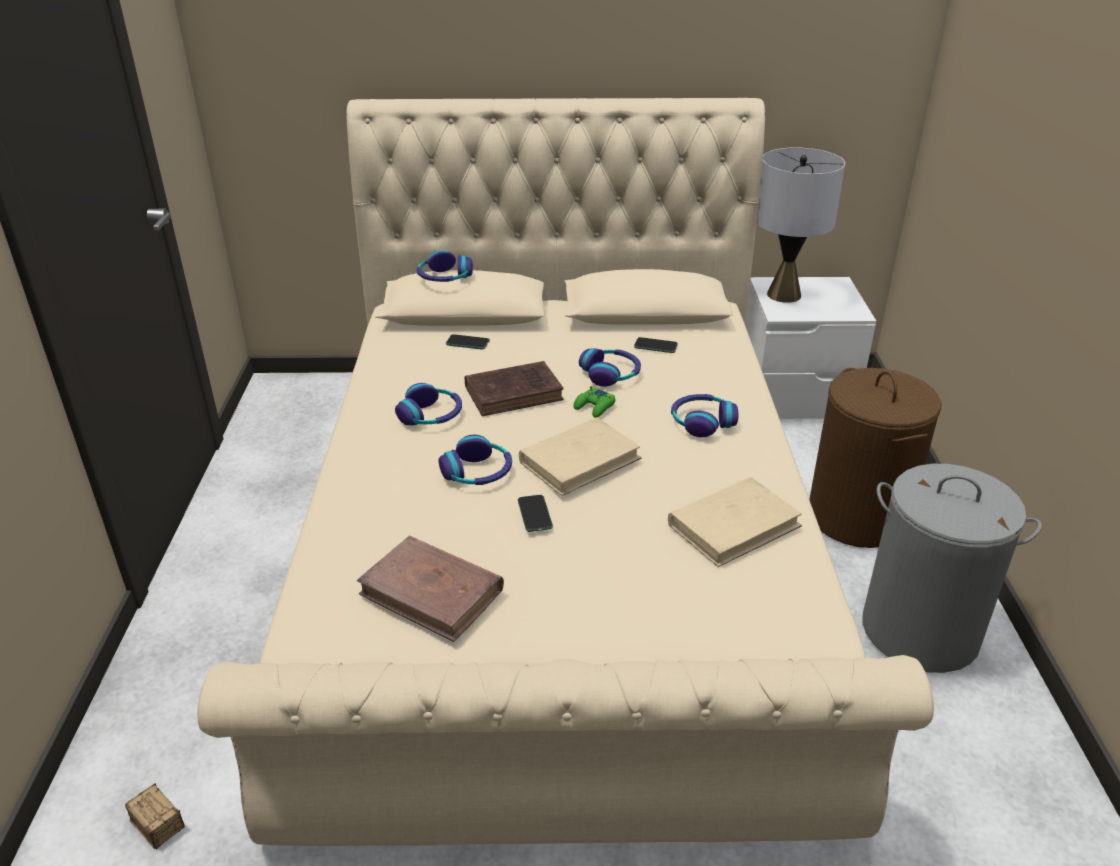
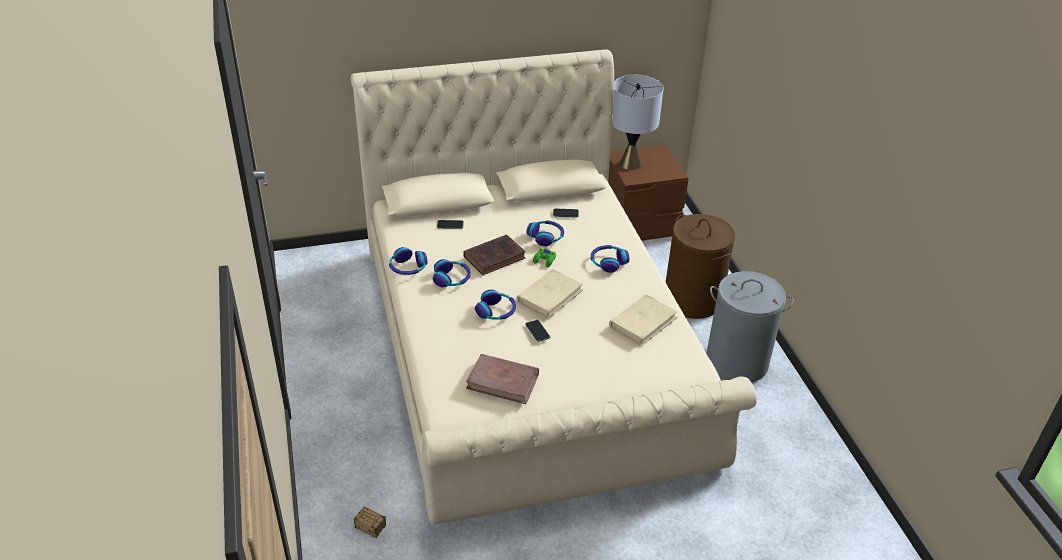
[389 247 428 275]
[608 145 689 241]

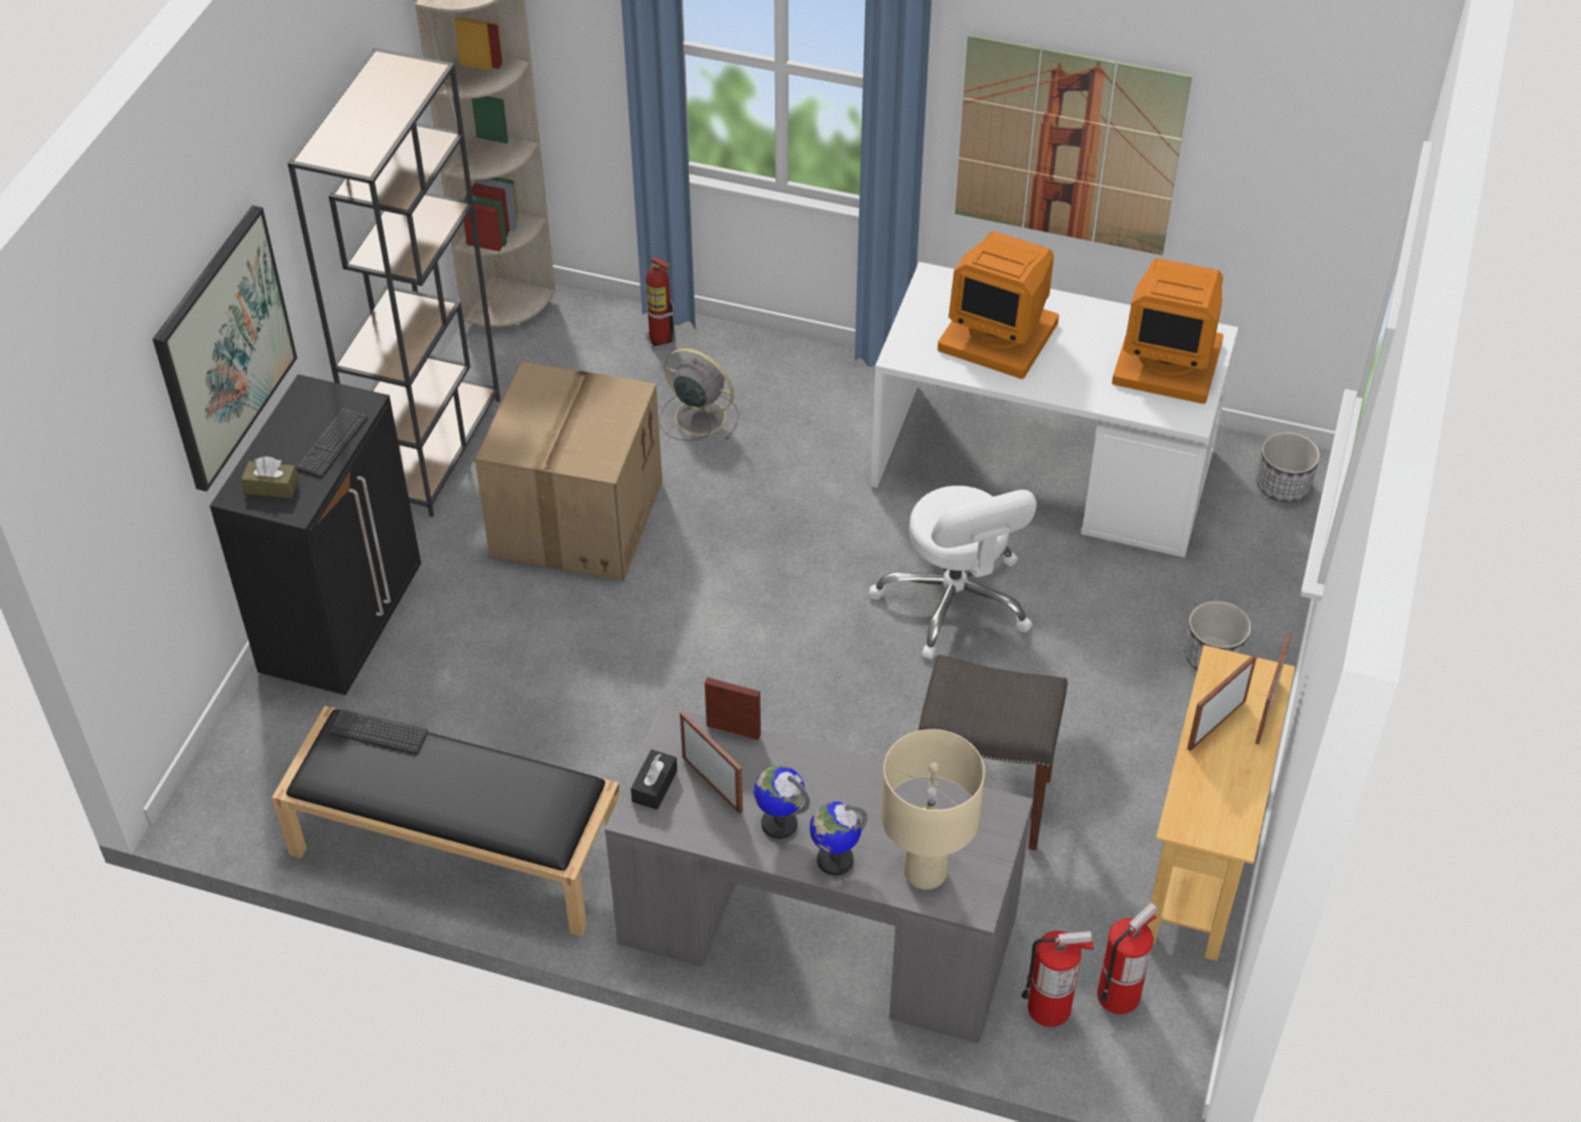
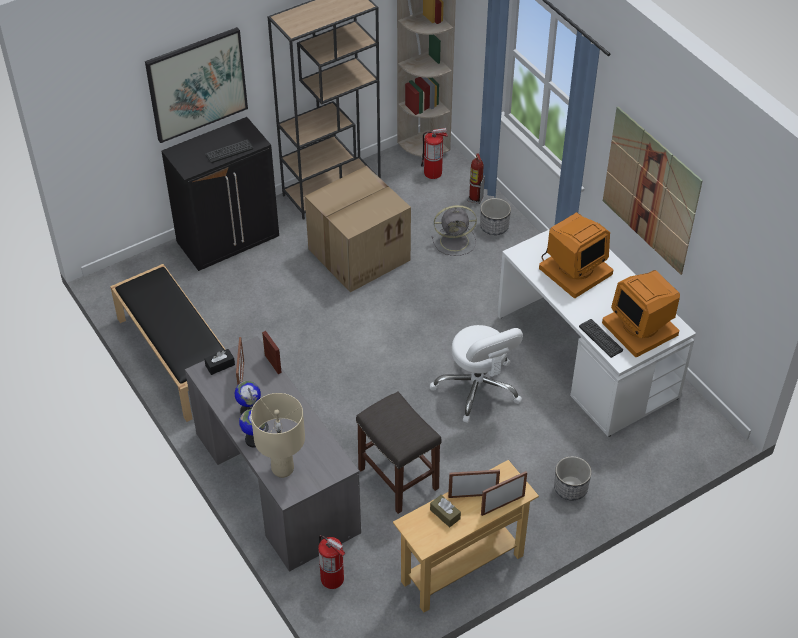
[430 495 461 527]
[579 319 623 358]
[432 205 477 256]
[430 325 523 423]
[539 212 613 298]
[421 128 448 179]
[480 198 511 235]

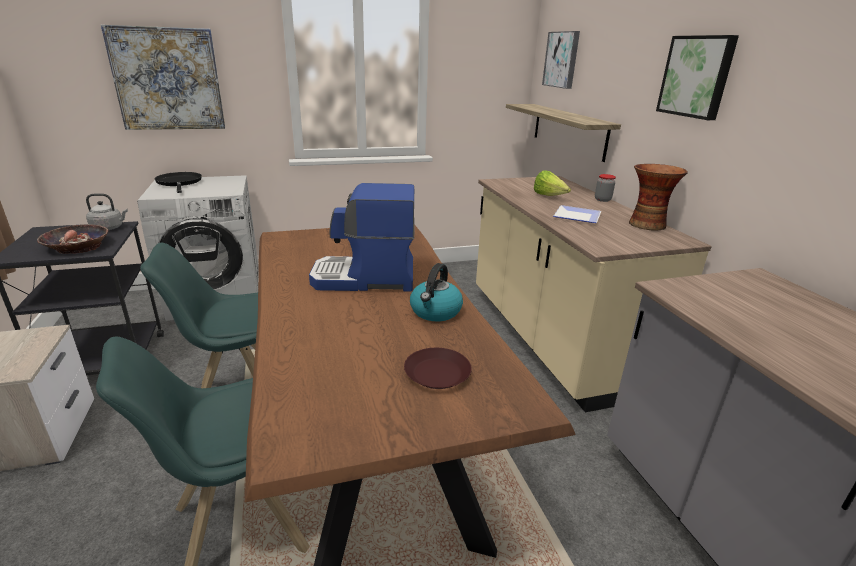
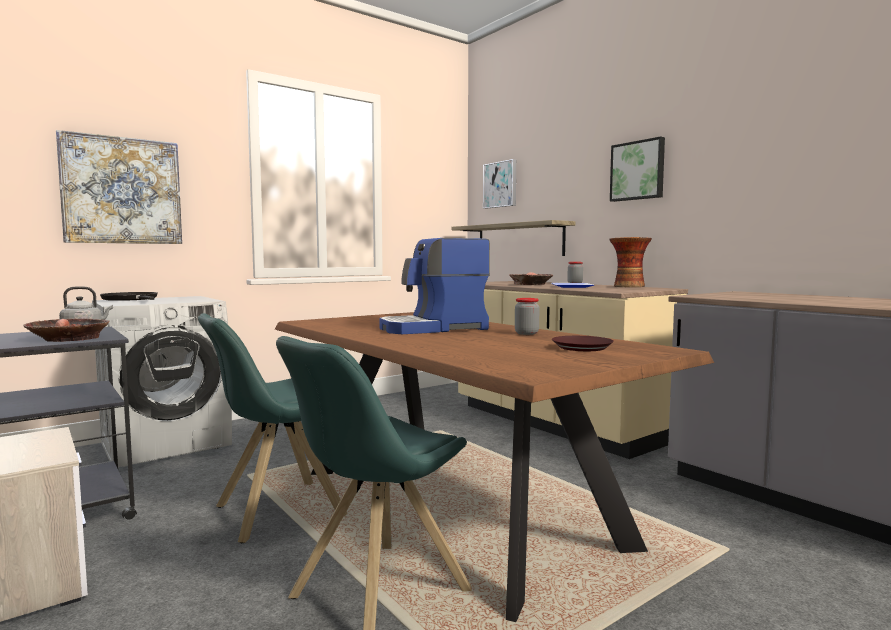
[515 298 540 335]
[509 272 553 285]

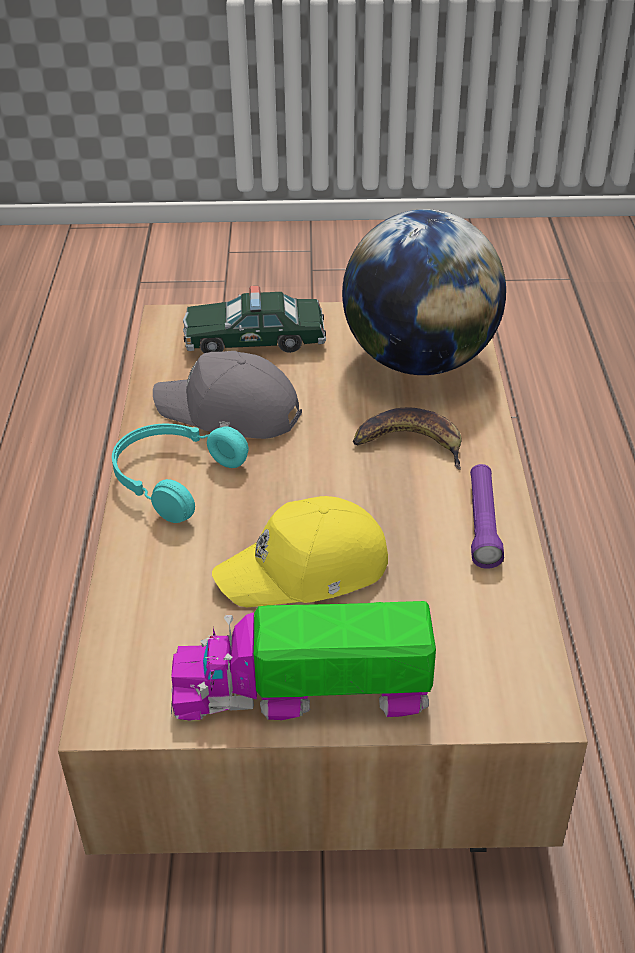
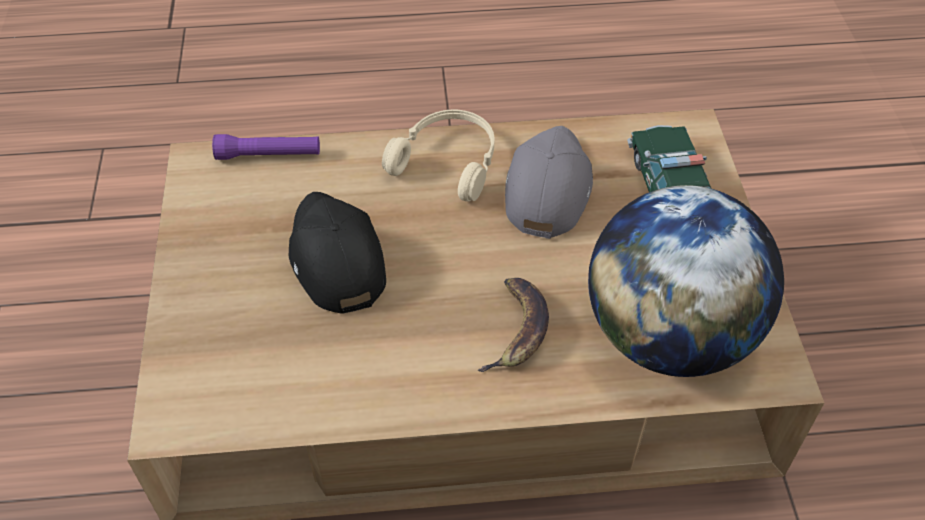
[382 109 494 202]
[171 601 436 721] (first image)
[288 192 386 314]
[212 134 320 160]

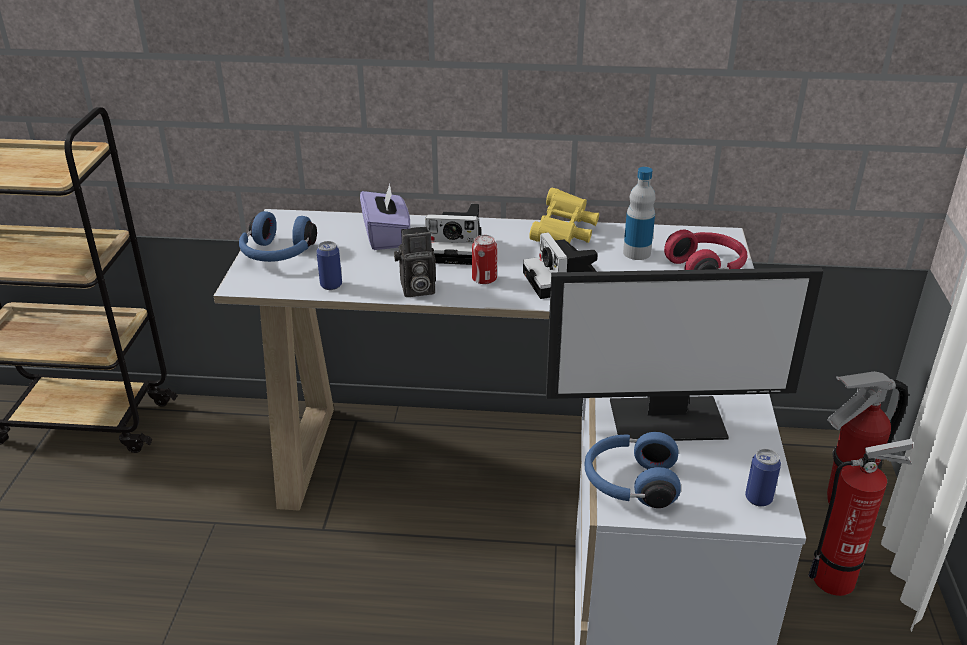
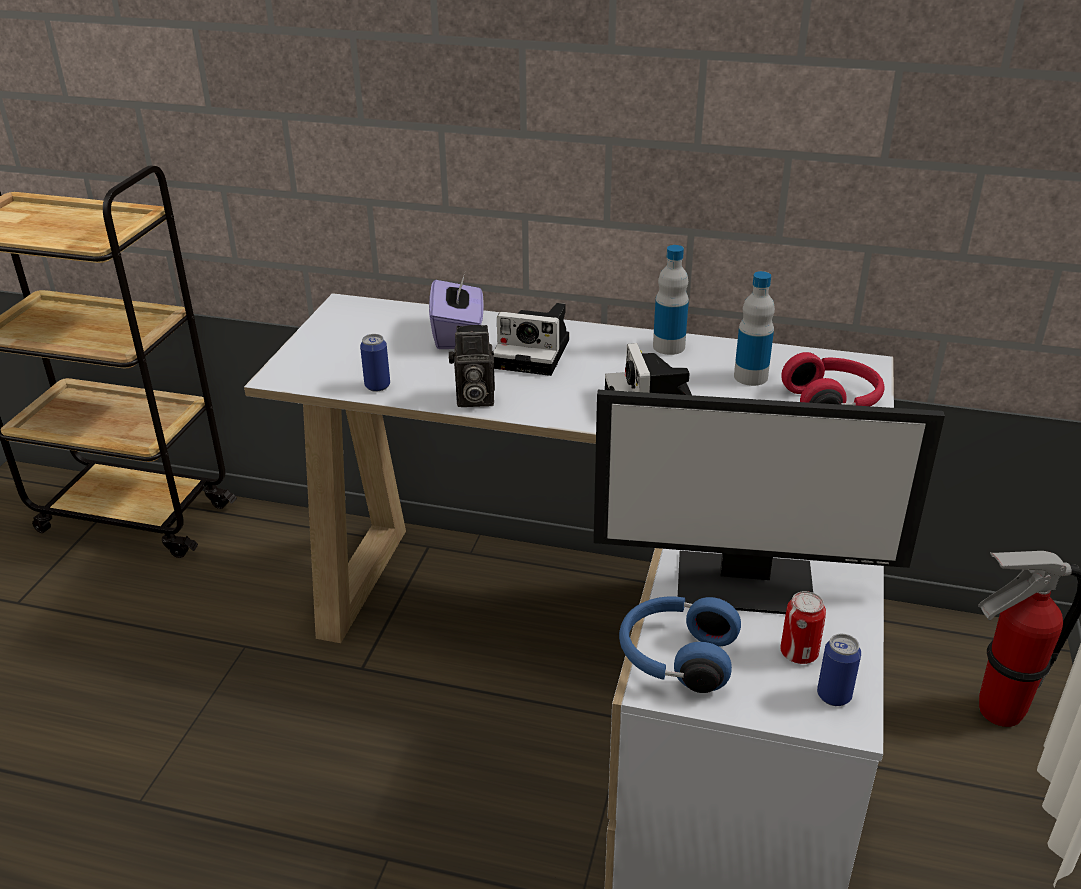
[239 211 317 262] (first image)
[780 591 826 664]
[653 245 689 355]
[808 439 914 596] (first image)

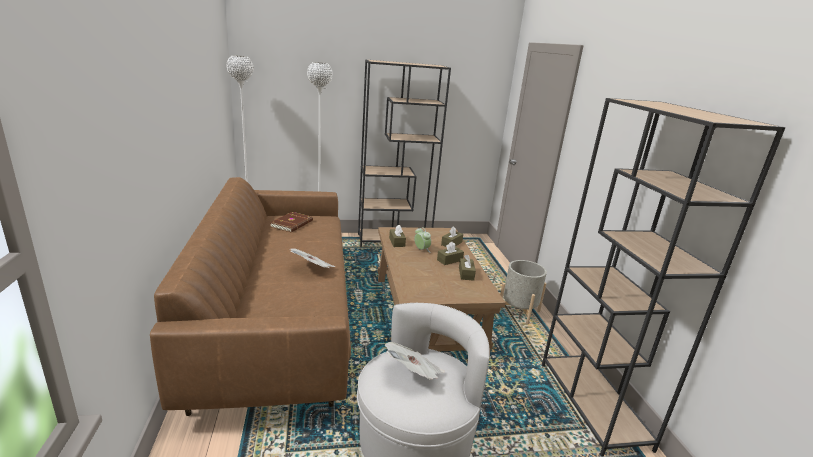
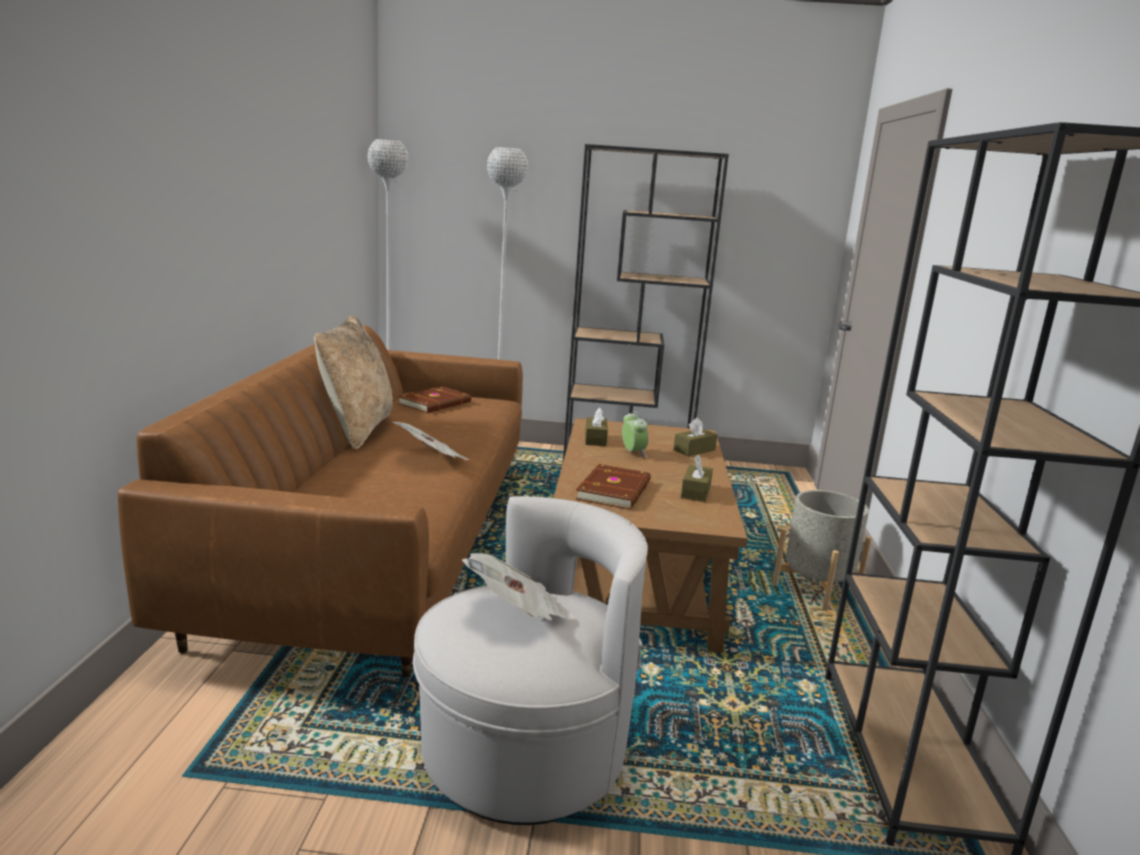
[437 242 464 265] (first image)
[314 315 393 449]
[576 464 651 510]

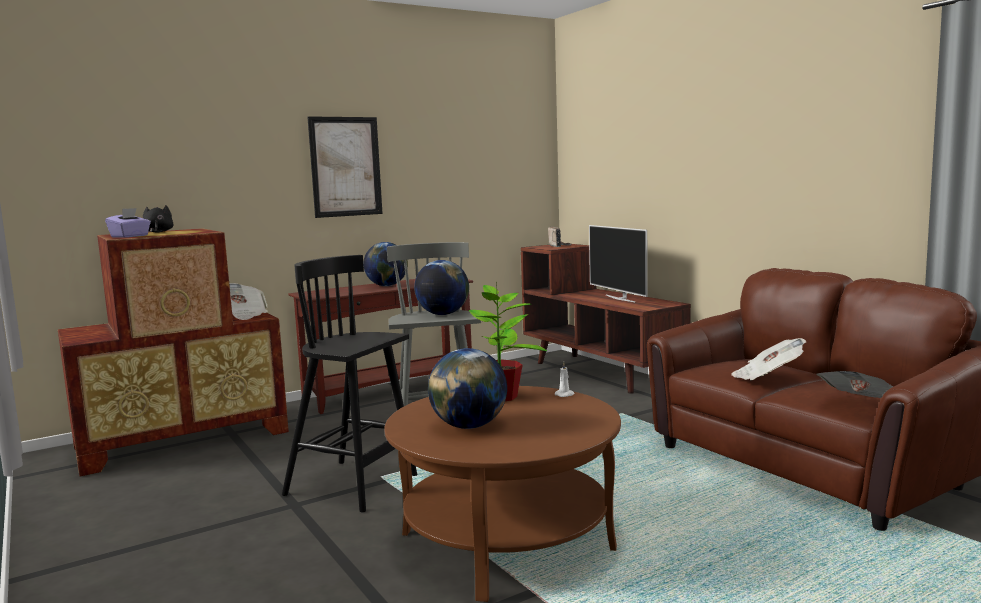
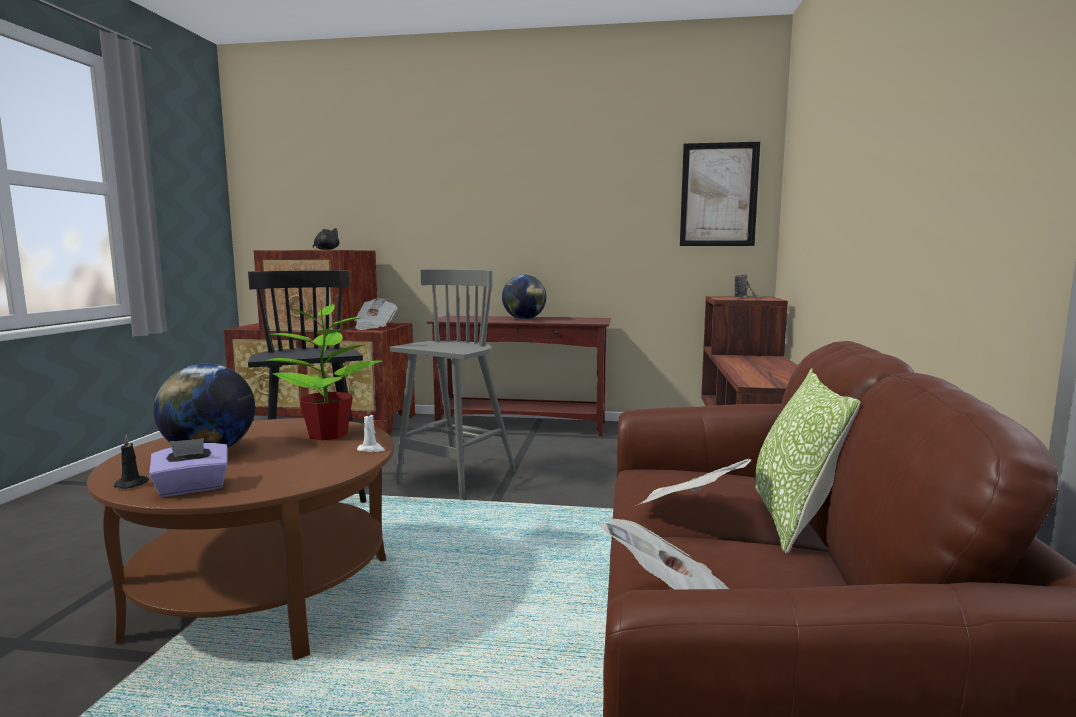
[149 438 228 497]
[680 142 760 246]
[414 260 469 315] (first image)
[589 225 648 302] (first image)
[114 435 149 489]
[755 368 860 554]

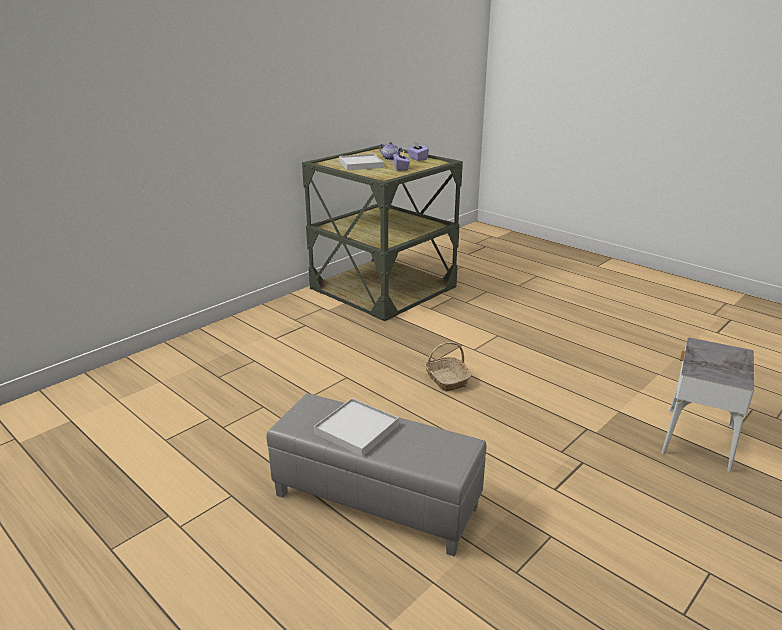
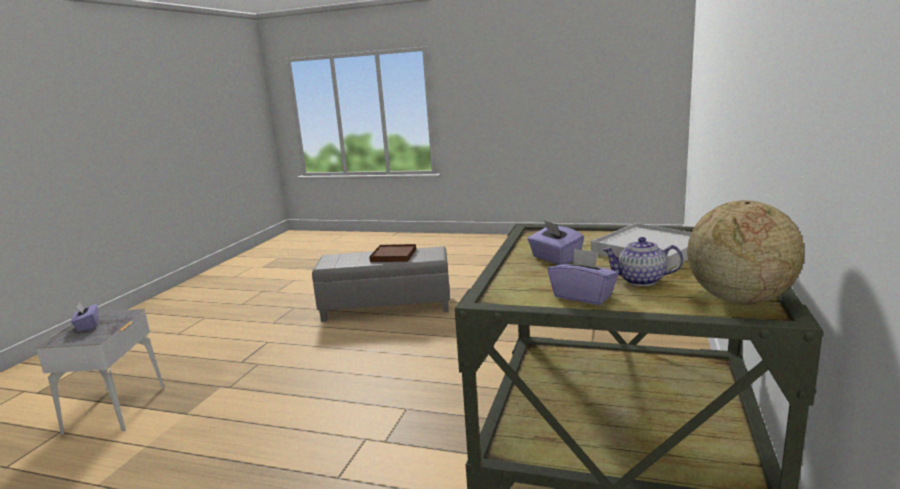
[369 244 416 262]
[424 342 471 391] (first image)
[71 302 99 332]
[687 200 804 305]

